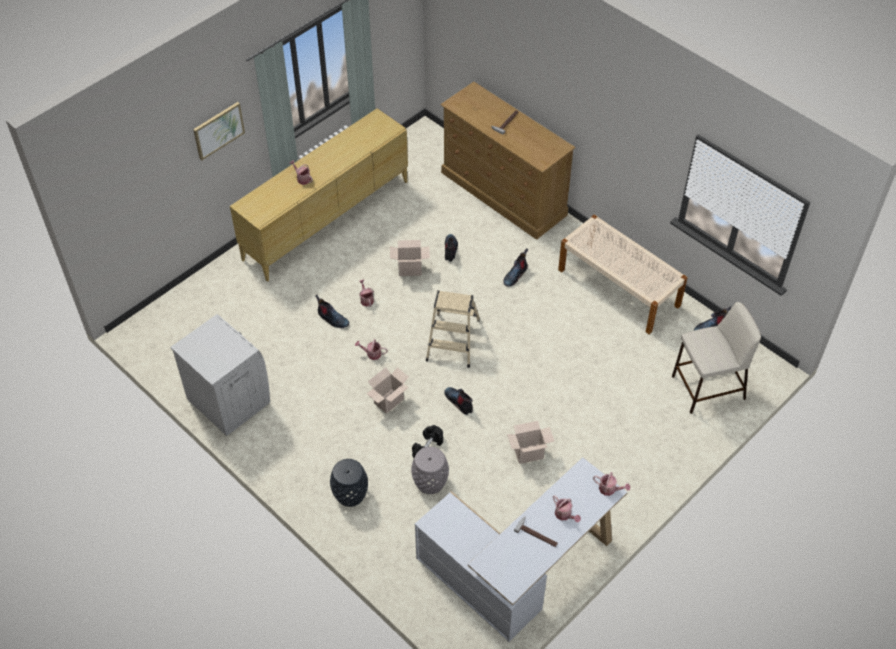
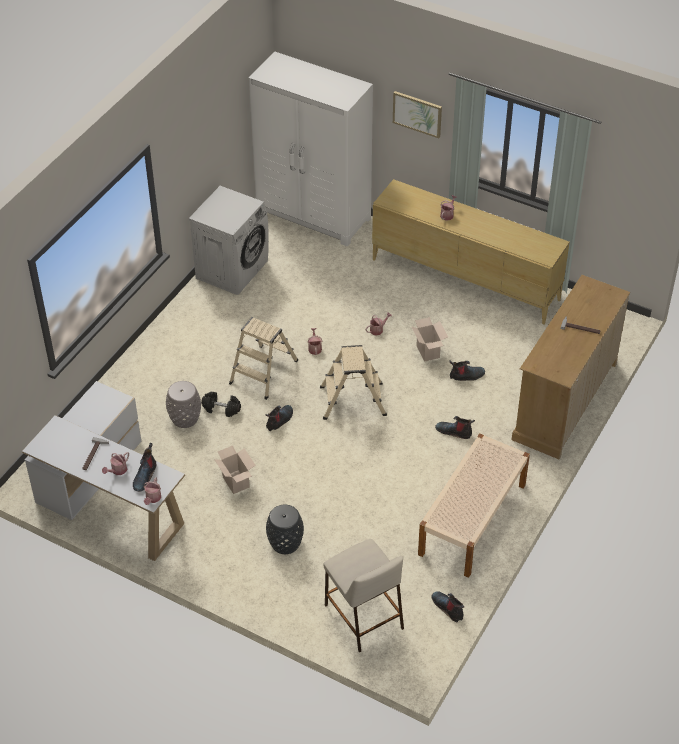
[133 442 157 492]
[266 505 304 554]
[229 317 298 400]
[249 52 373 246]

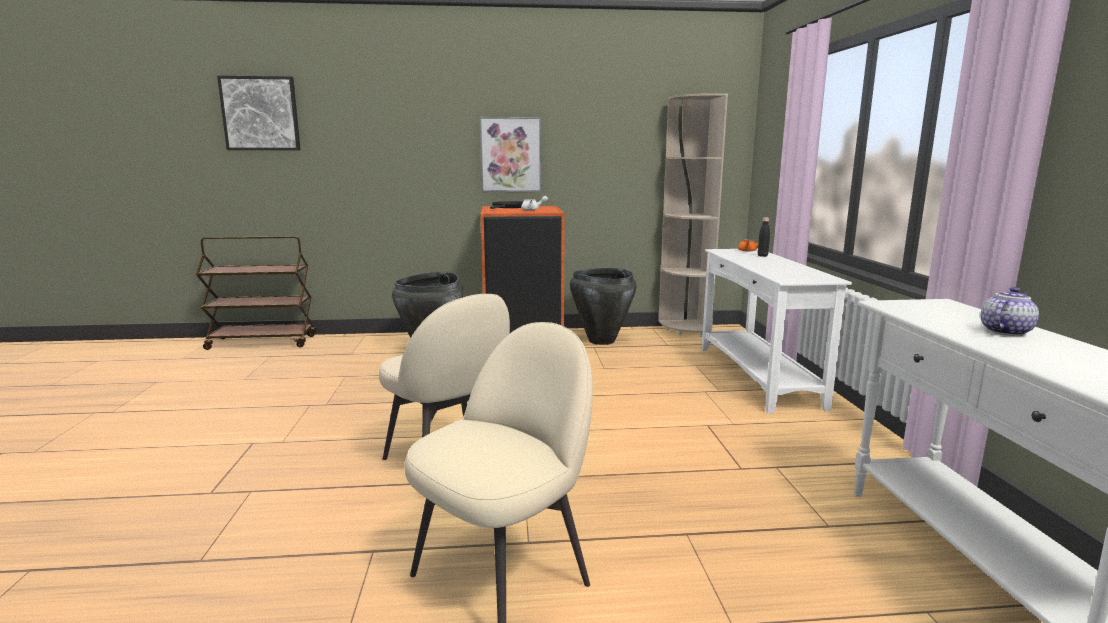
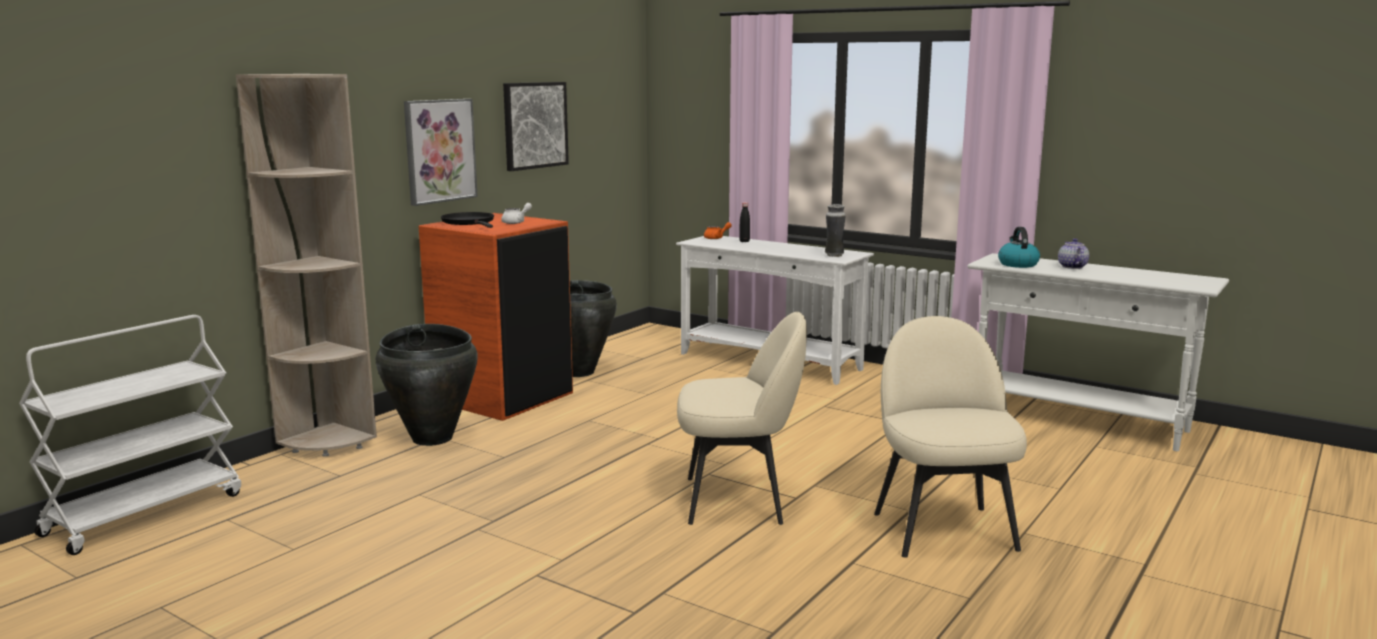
[19 315 241 555]
[503 82 569 171]
[236 74 377 457]
[825 204 846 257]
[998 227 1040 268]

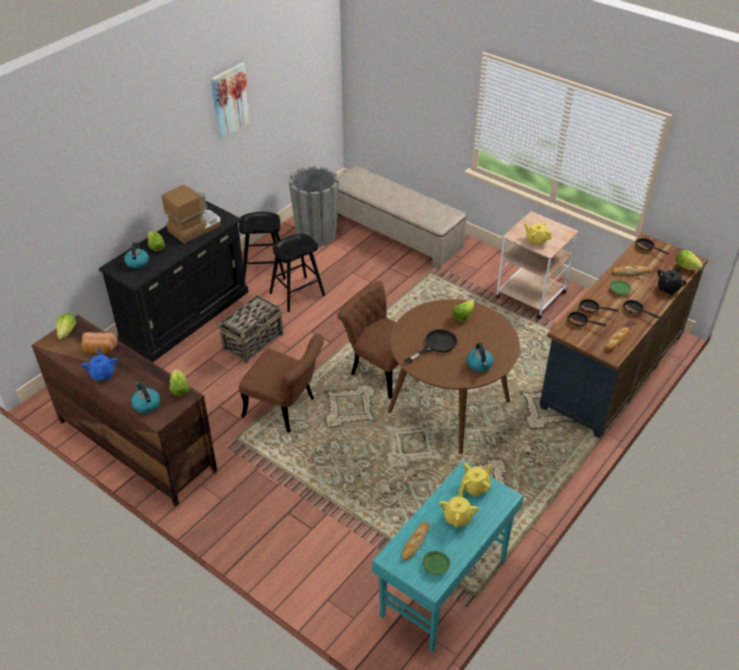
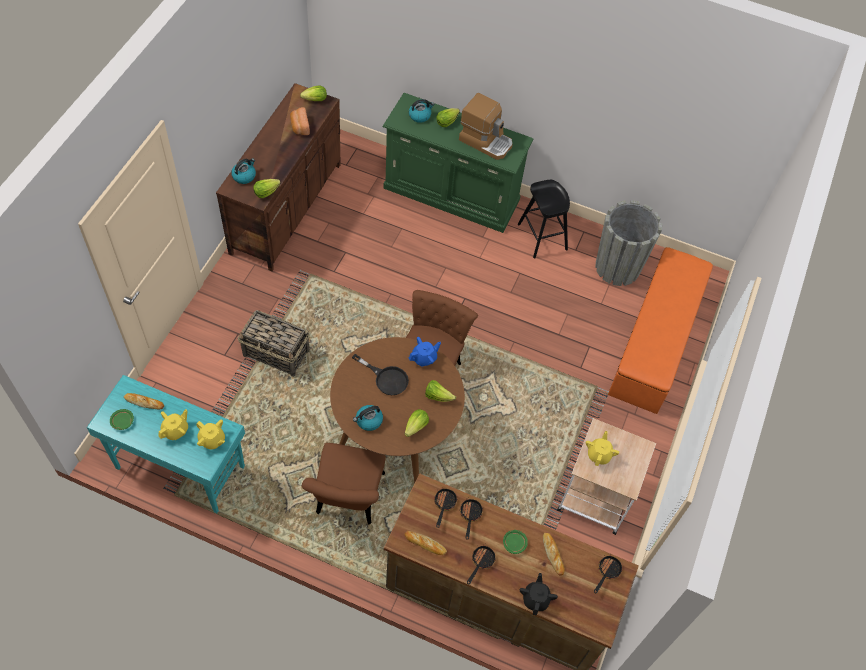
[409 337 441 367]
[383 93 533 233]
[211 62 251 139] (first image)
[238 310 310 377]
[302 443 386 524]
[269 234 325 312] (first image)
[608 247 713 414]
[158 409 188 440]
[520 573 558 616]
[405 409 429 437]

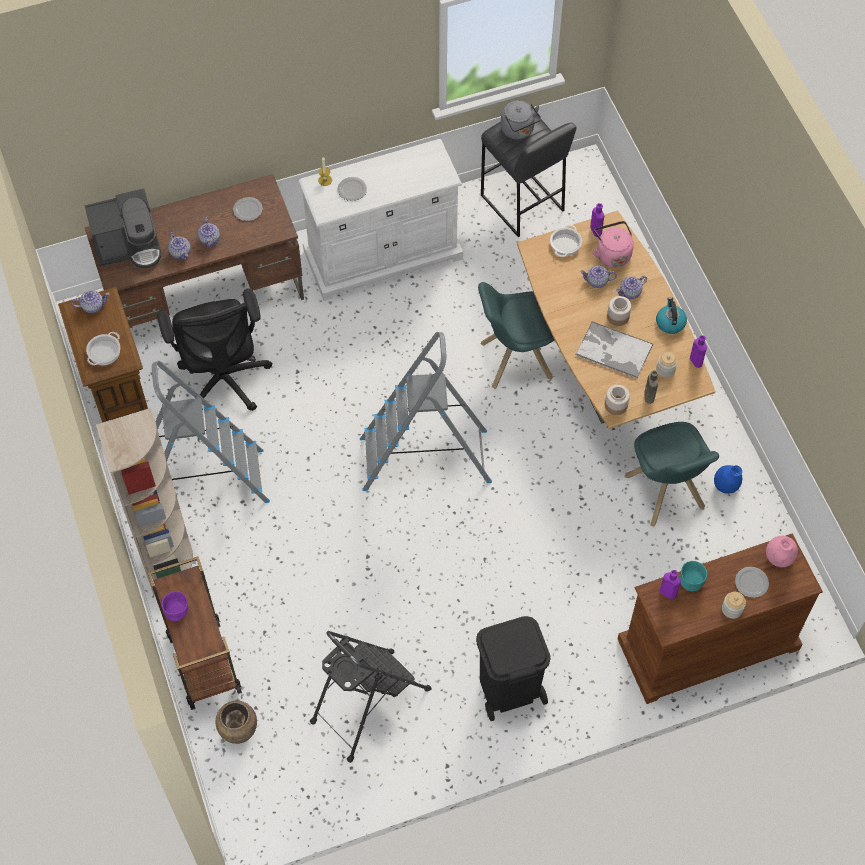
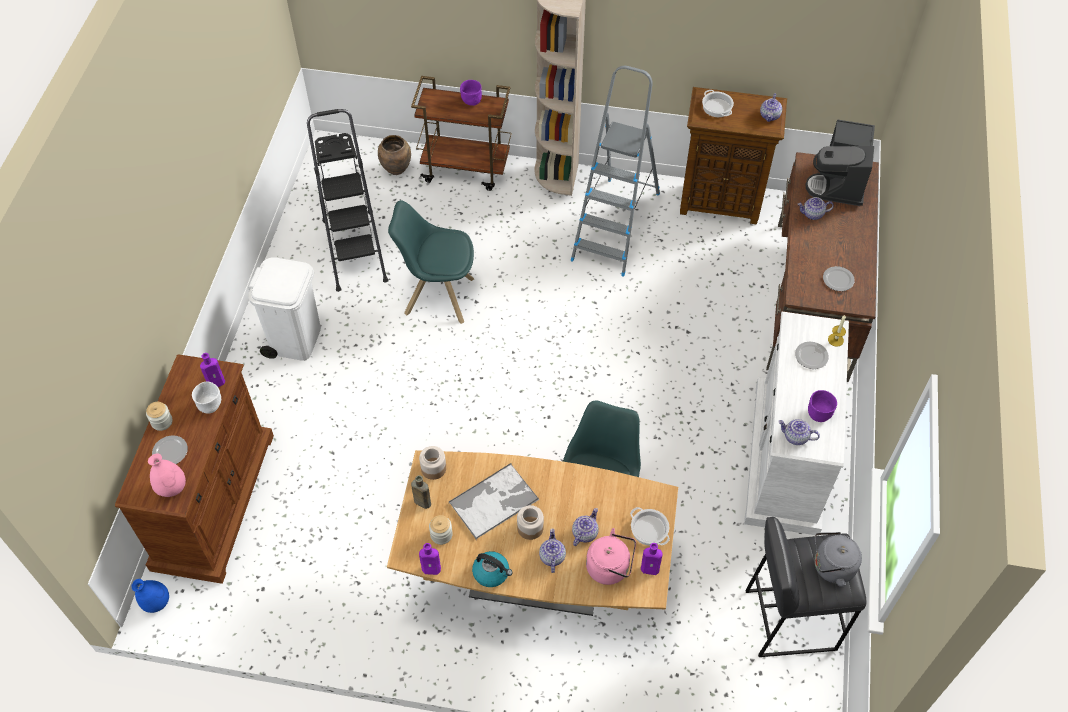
[157 288 273 411] (first image)
[778 419 820 445]
[360 332 492 491] (first image)
[248 257 321 360]
[388 200 474 324]
[192 382 221 414]
[132 579 169 613]
[808 390 837 422]

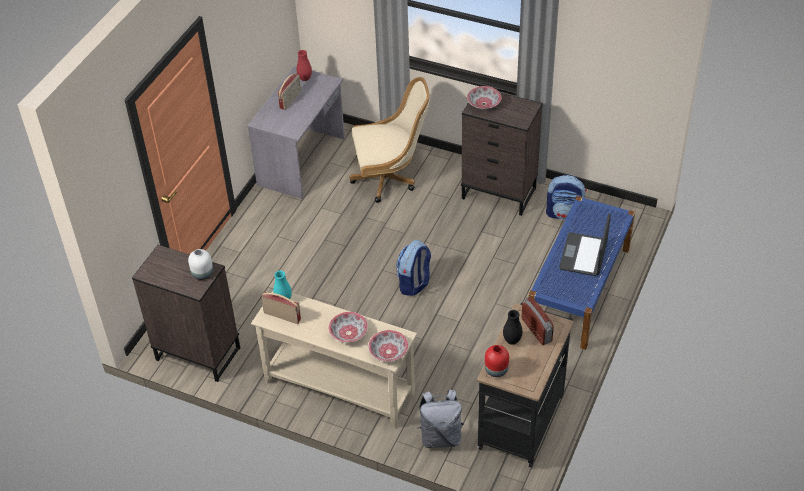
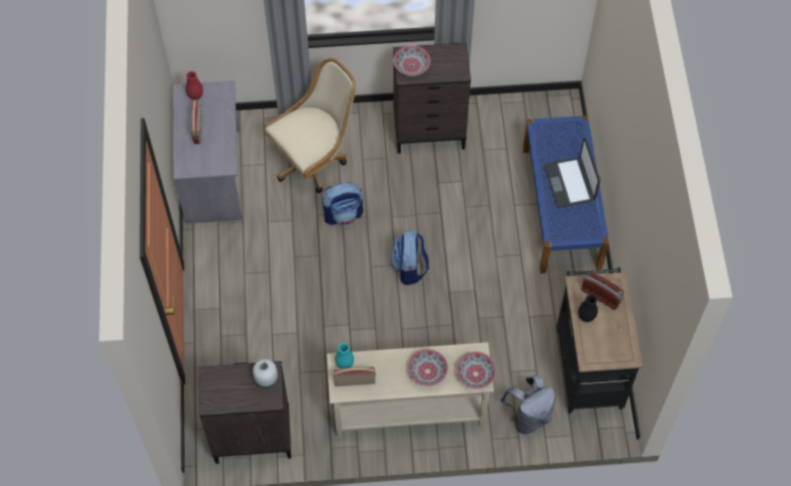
[485 345 509 377] (first image)
[322 182 363 225]

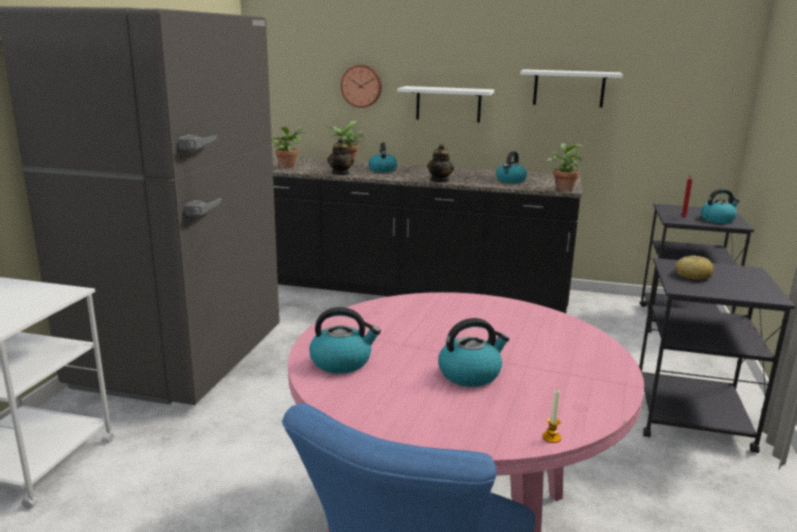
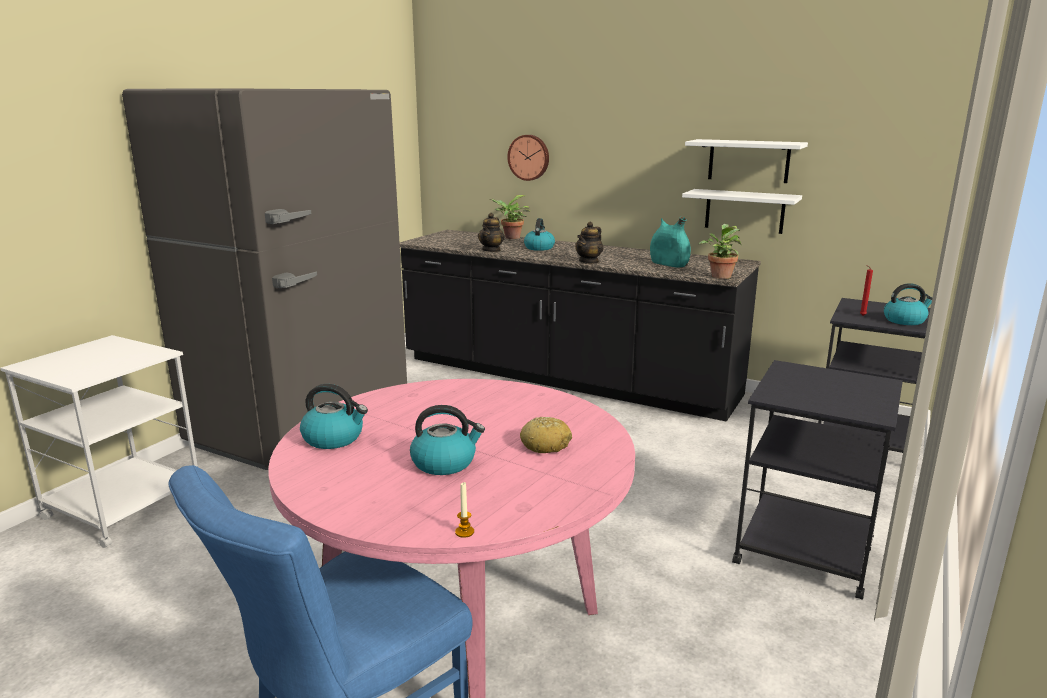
[272 127 305 168] (first image)
[682 189 802 234]
[650 217 691 268]
[520 417 572 453]

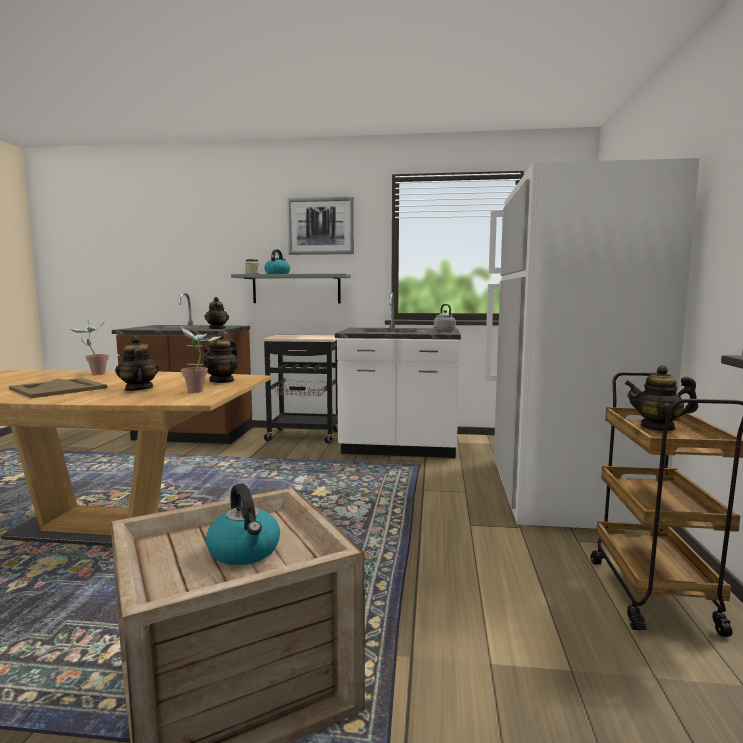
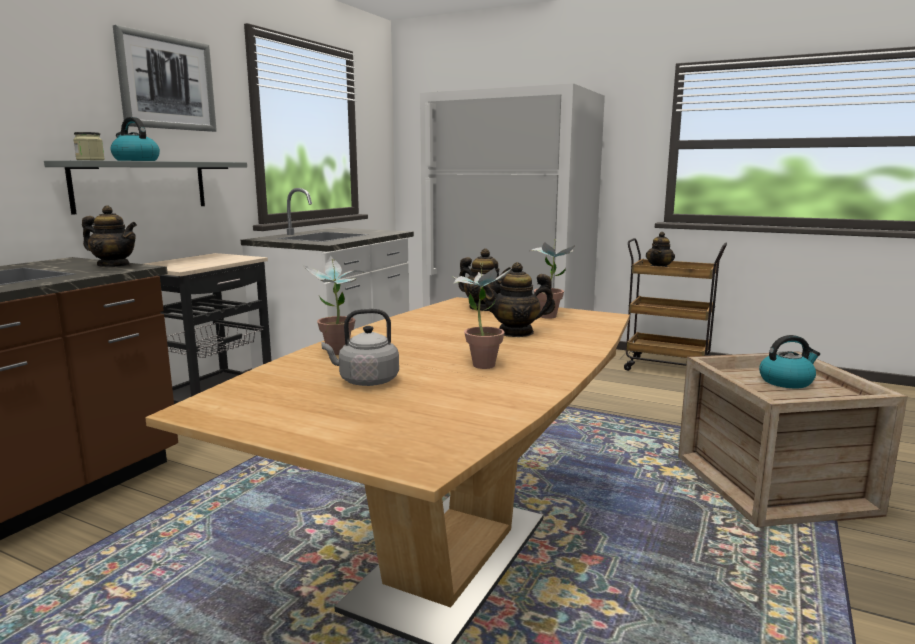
[452 262 511 369]
[321 309 399 386]

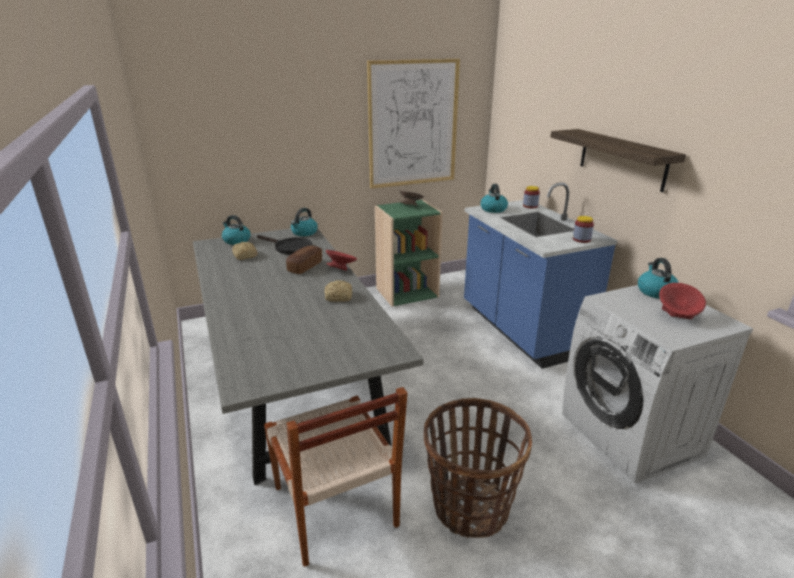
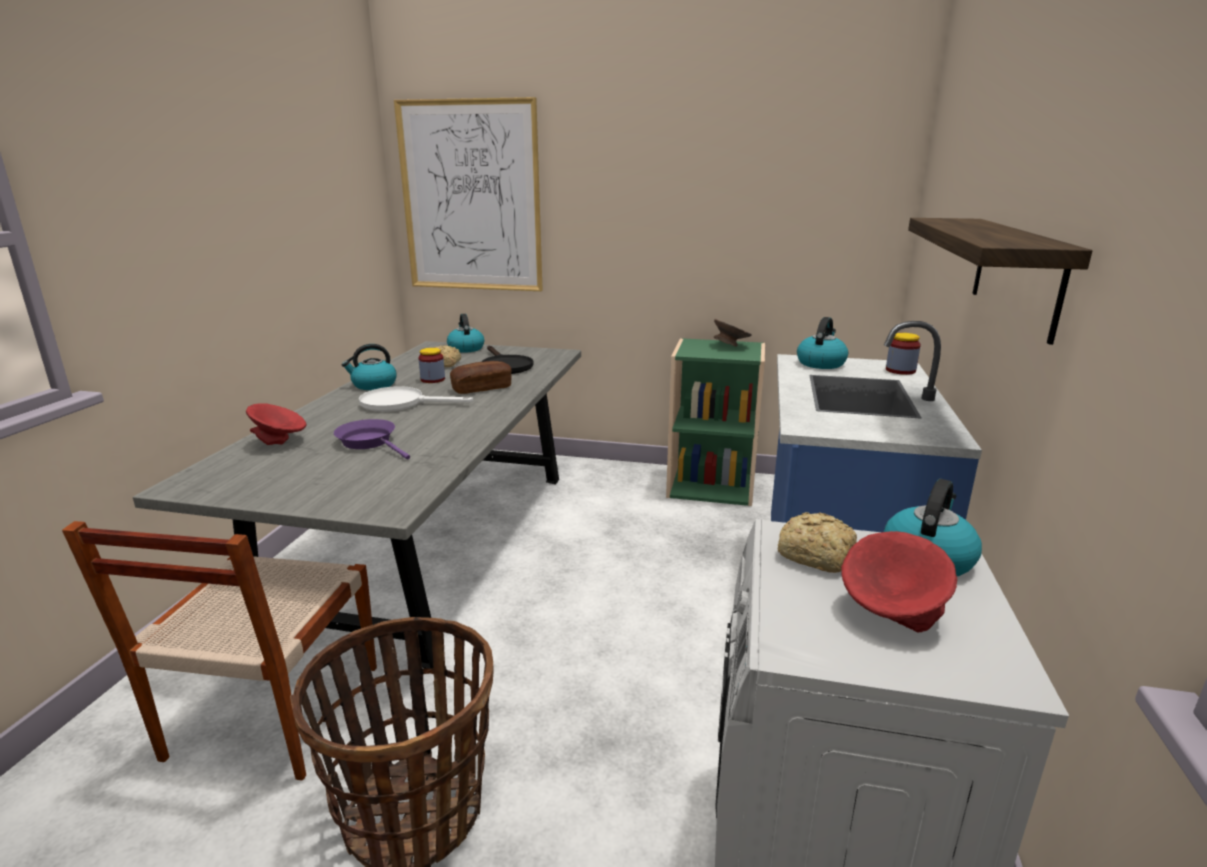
[341 344 397 390]
[778 512 857 573]
[246 403 307 445]
[394 97 543 291]
[418 348 445 383]
[334 419 410 459]
[359 386 473 412]

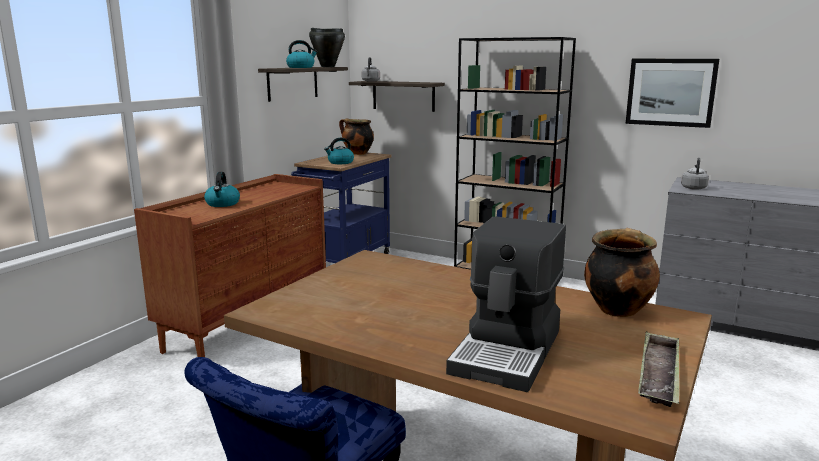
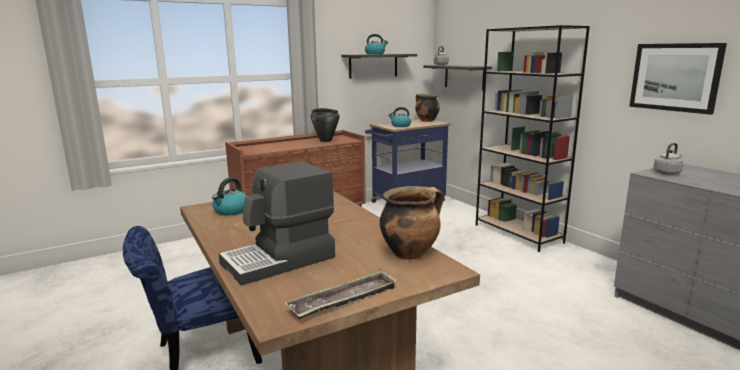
[212 178 247 215]
[311 108 340 142]

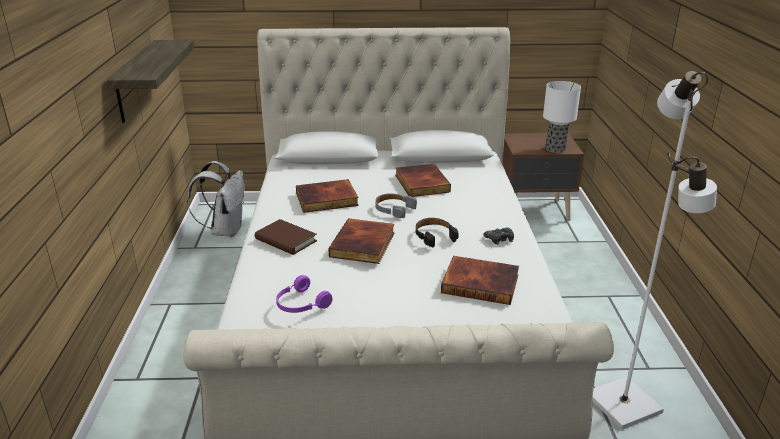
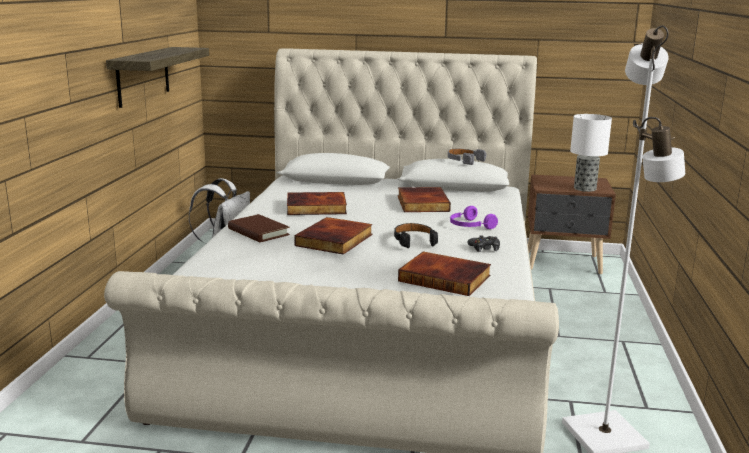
[450 206 498 229]
[448 148 486 165]

